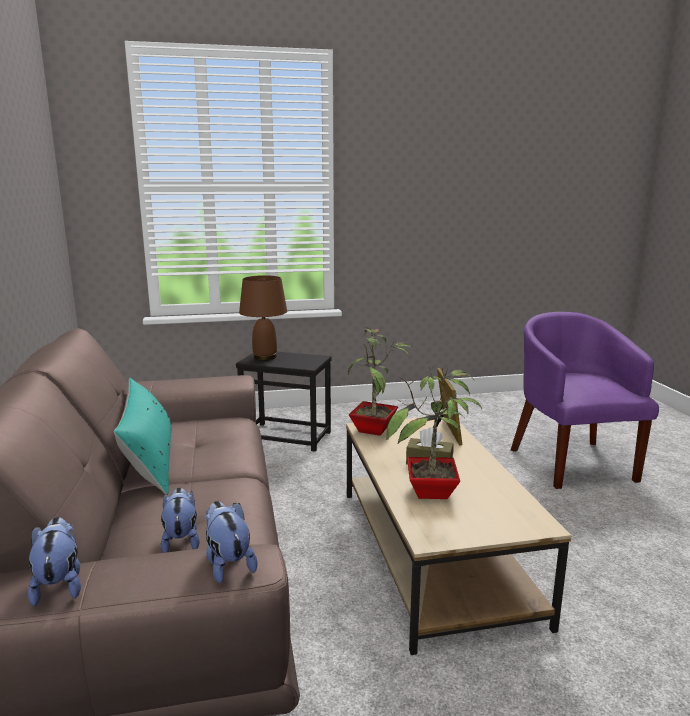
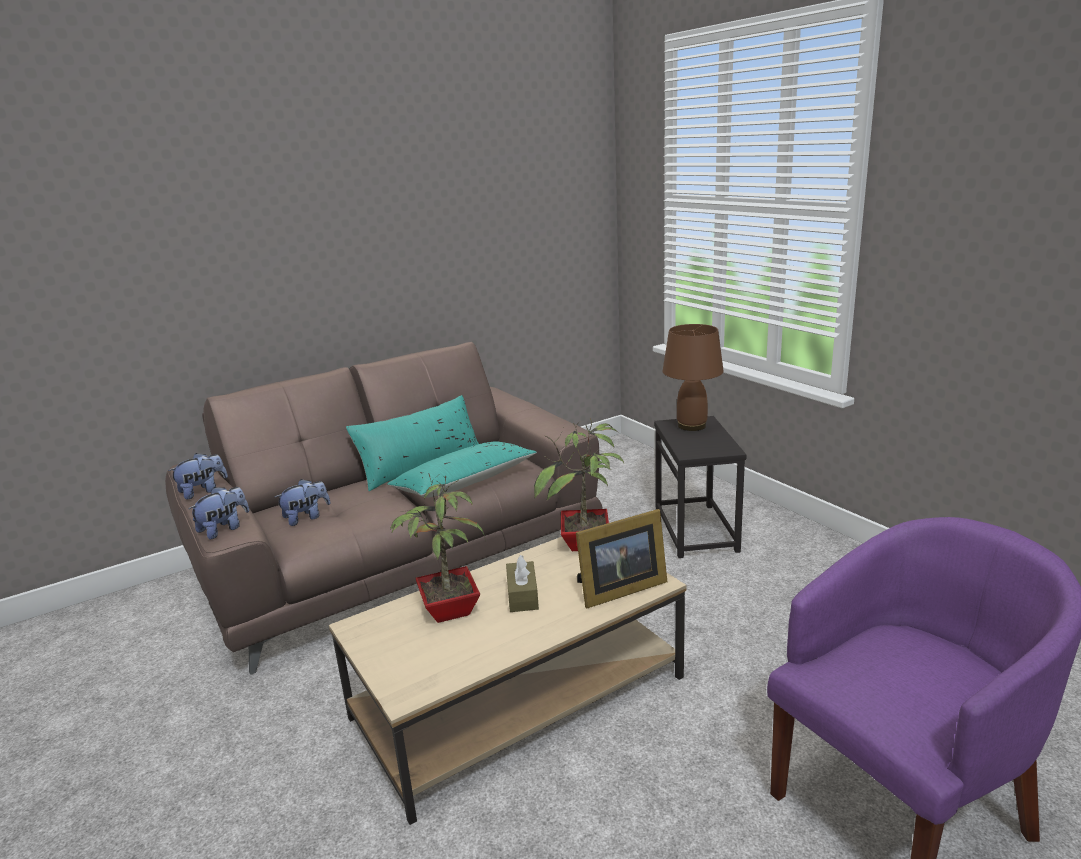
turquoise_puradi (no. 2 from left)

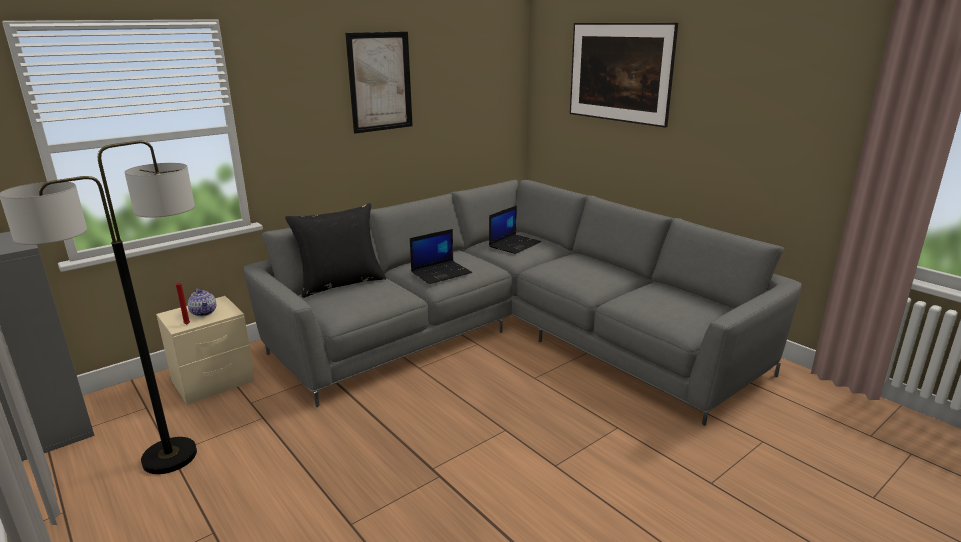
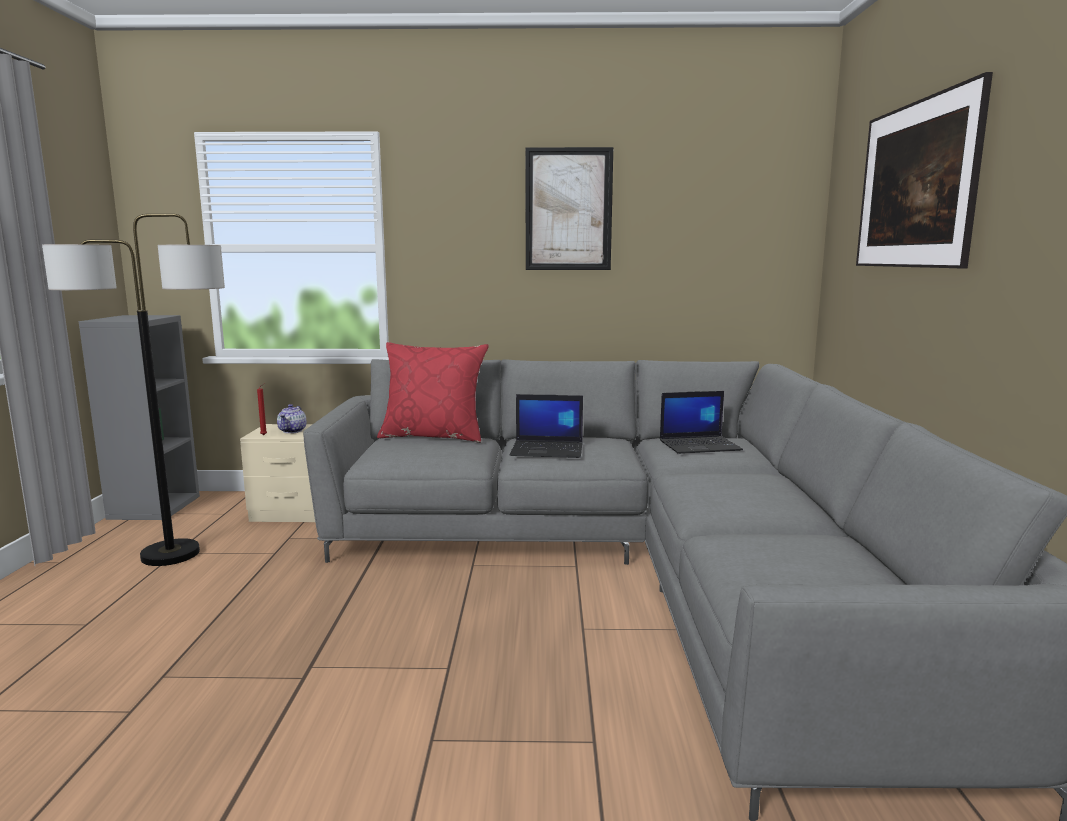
red_puradi

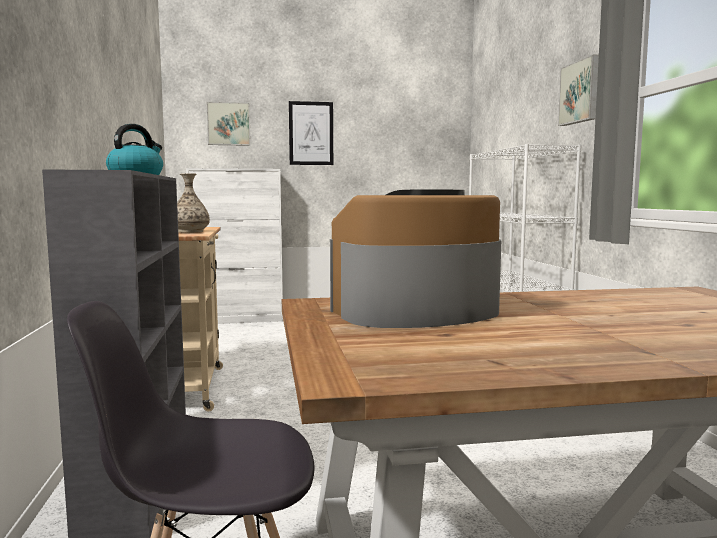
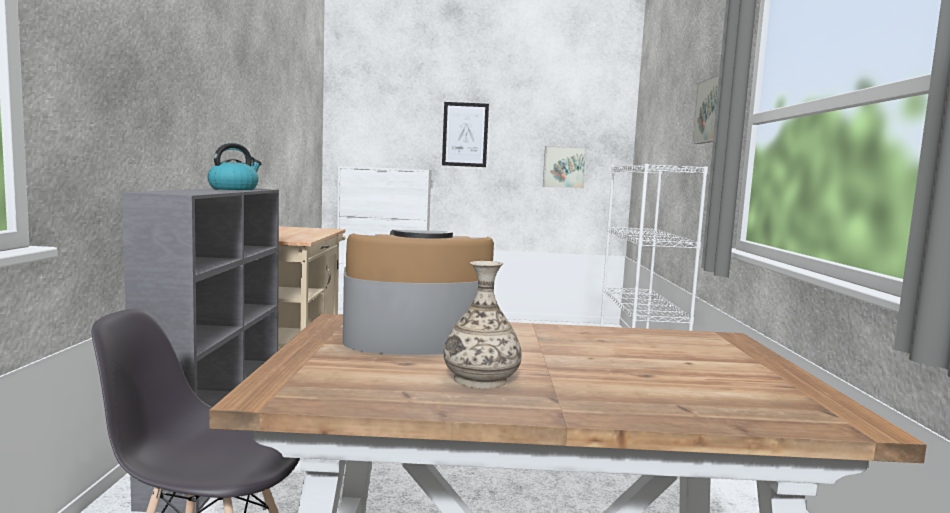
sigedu; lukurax (no. 2 from left)

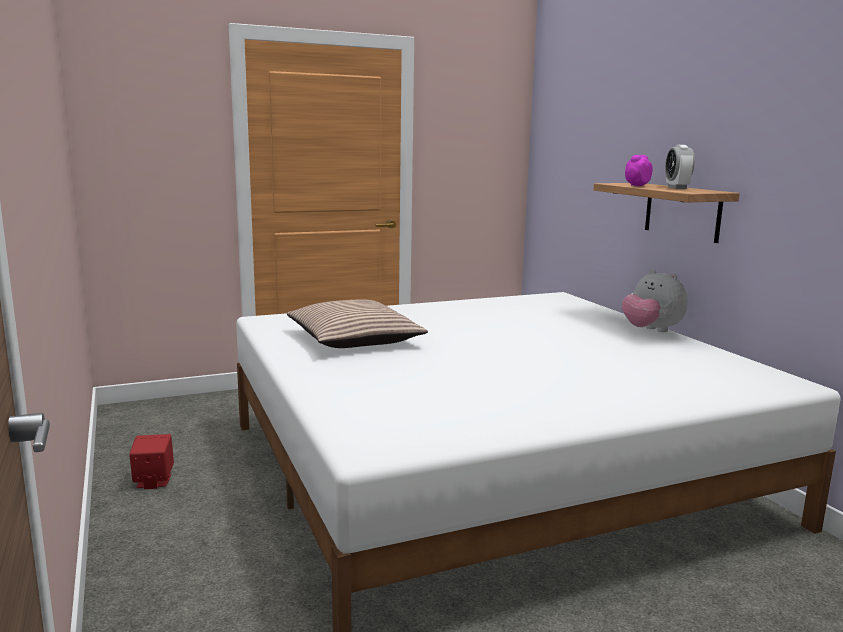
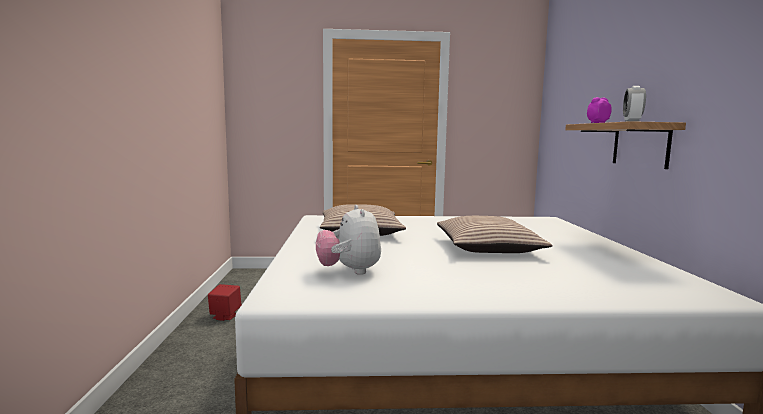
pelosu; puradi (no. 2 from left)

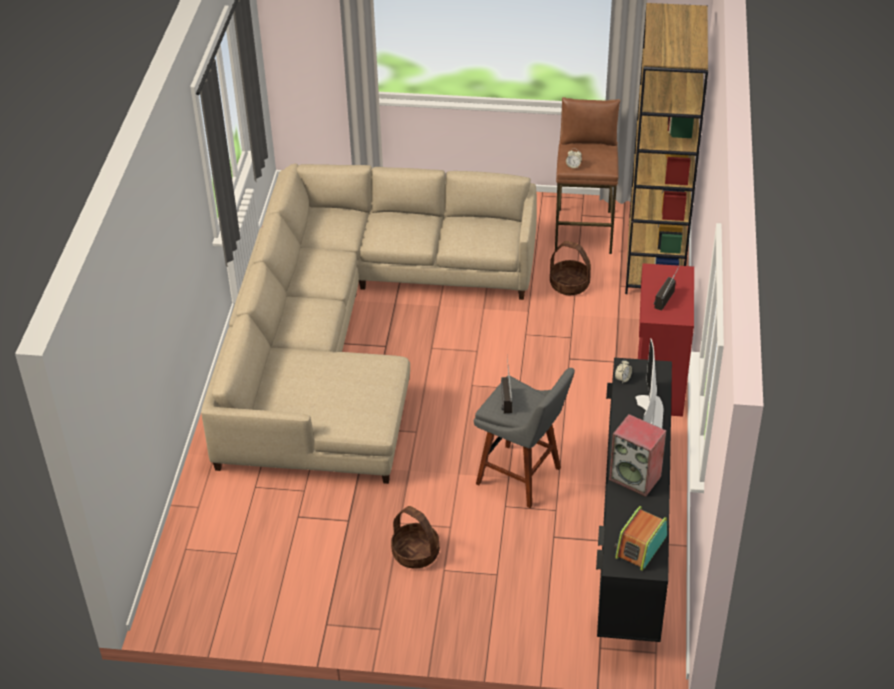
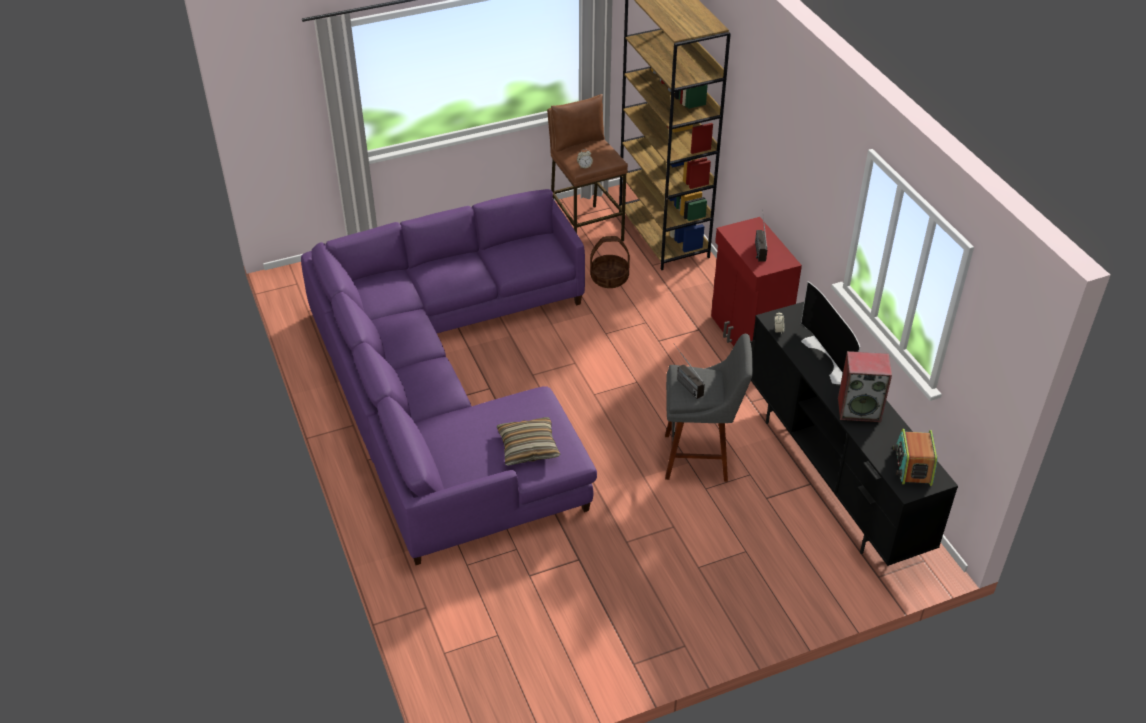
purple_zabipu; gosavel (no. 1 from left in the first image); puradi

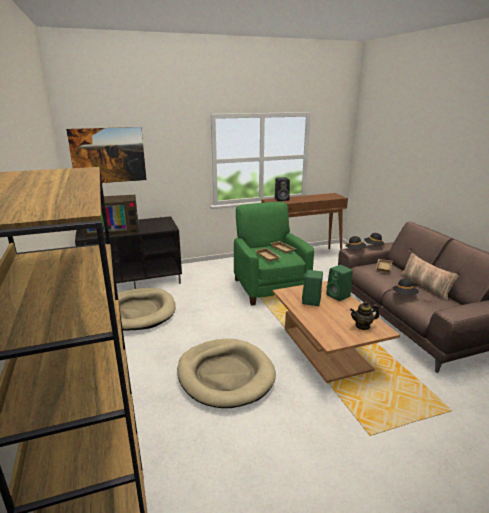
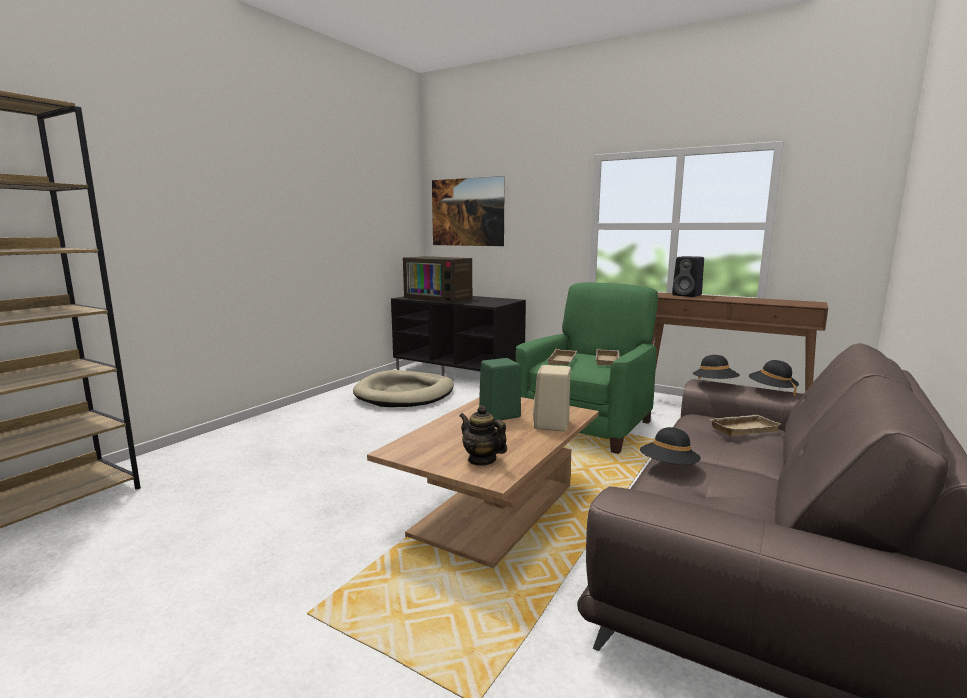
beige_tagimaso (no. 2 from left in the first image); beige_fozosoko; puradi

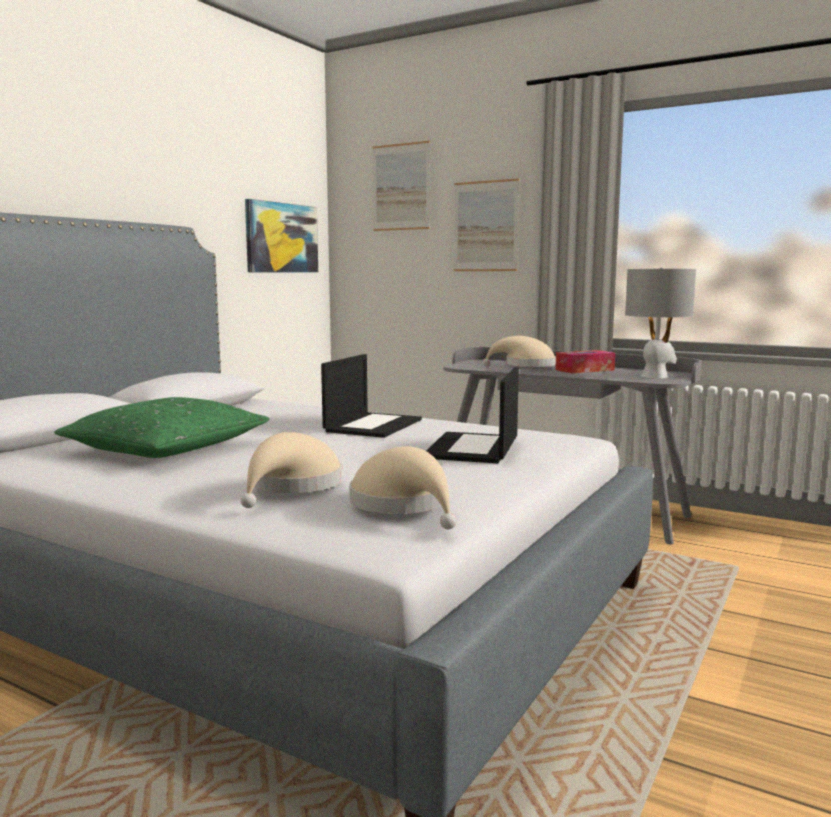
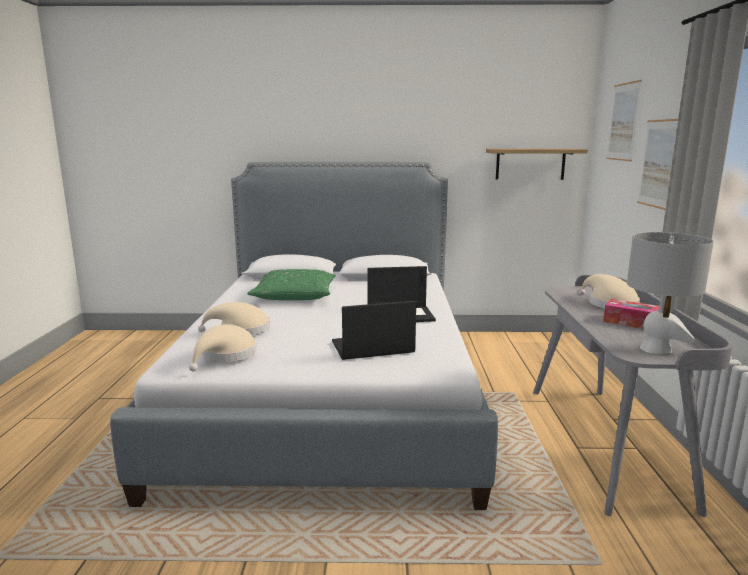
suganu

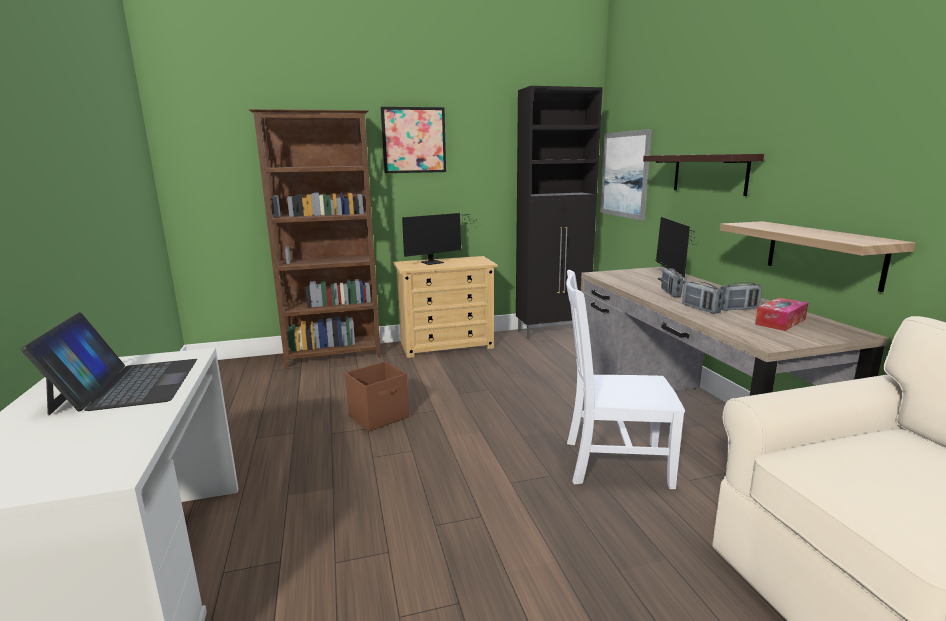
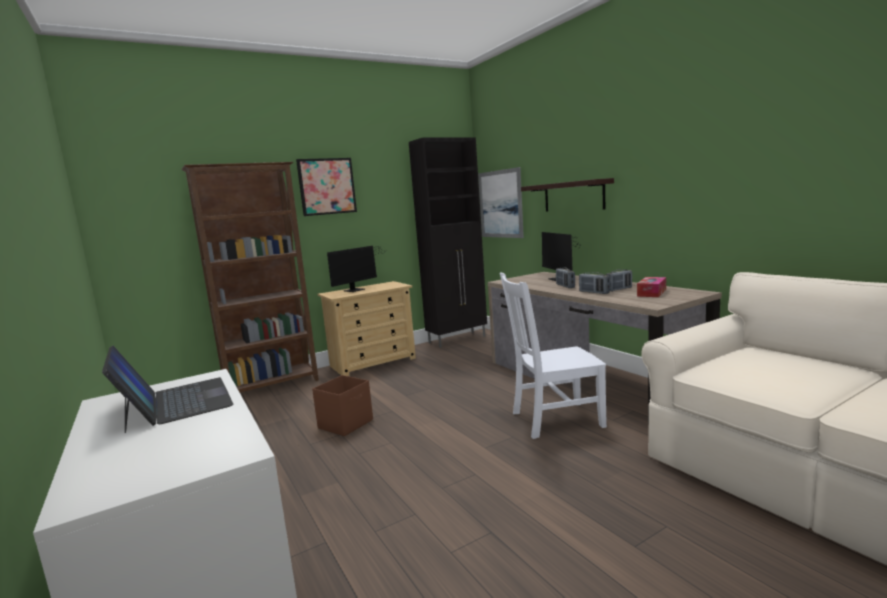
suganu (no. 2 from left in the first image)

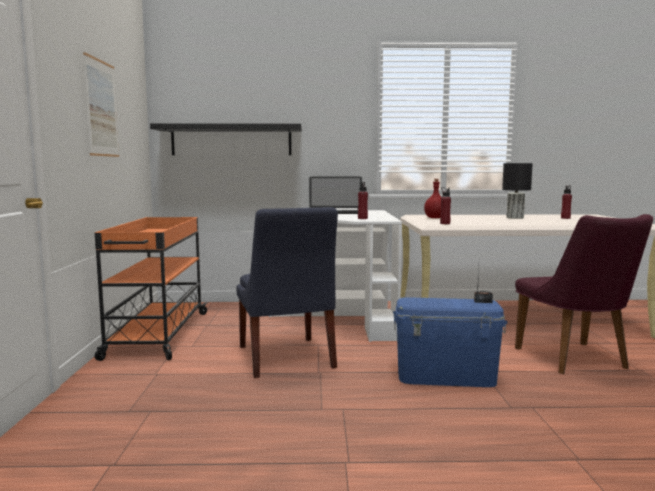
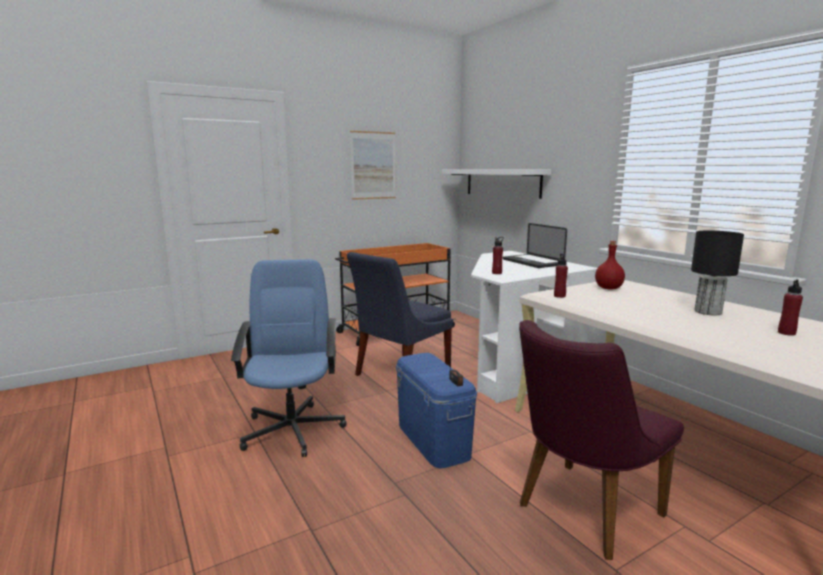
white_suganu; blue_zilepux

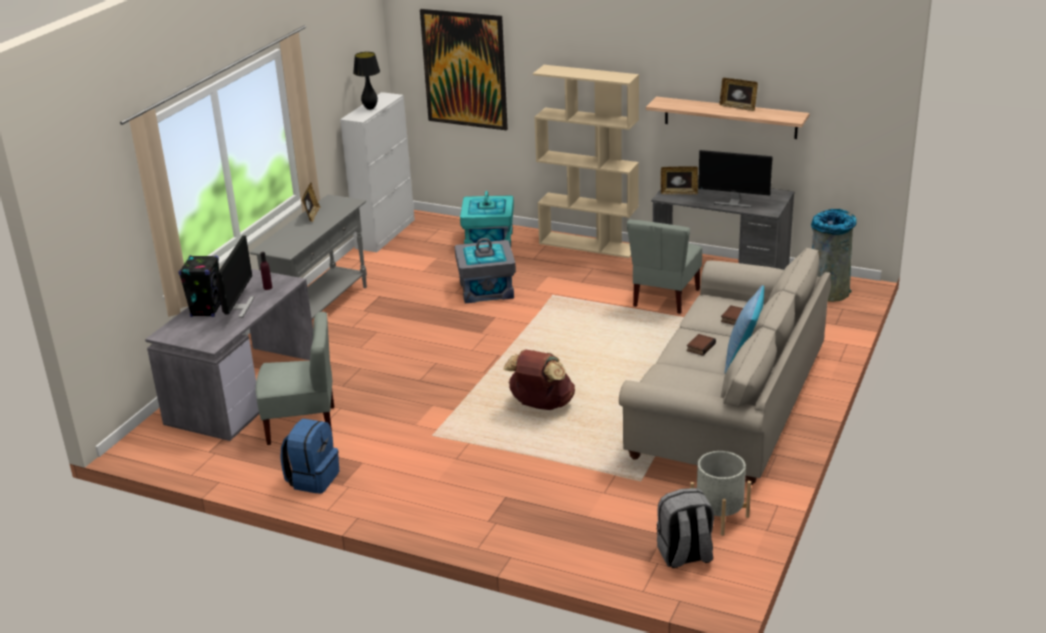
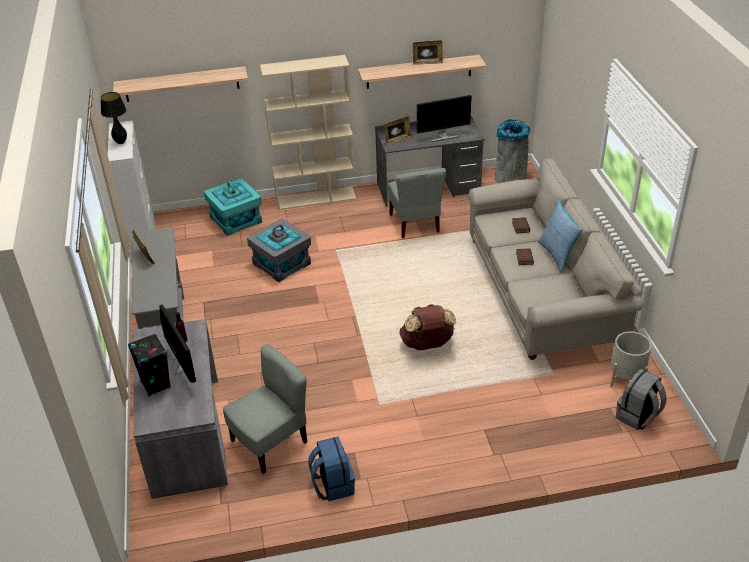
suganu (no. 1 from left)

